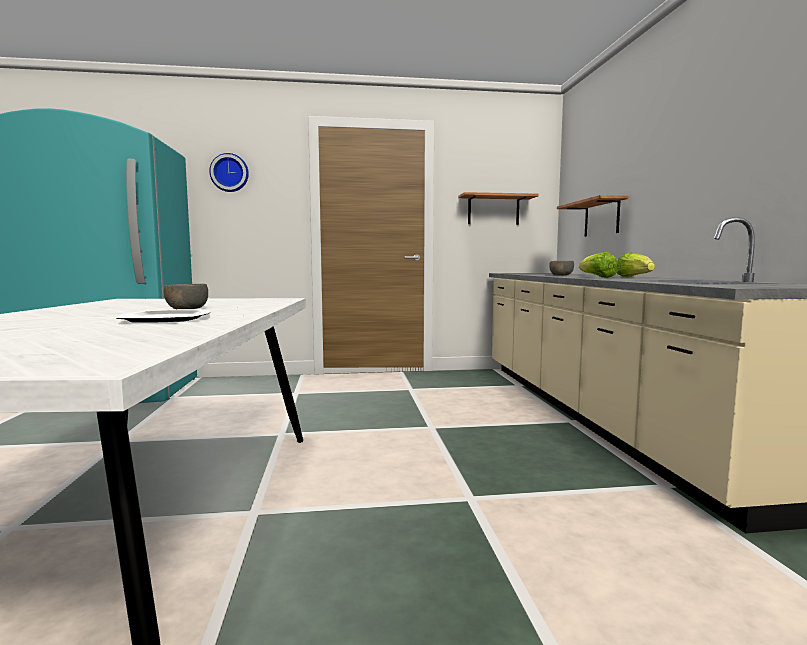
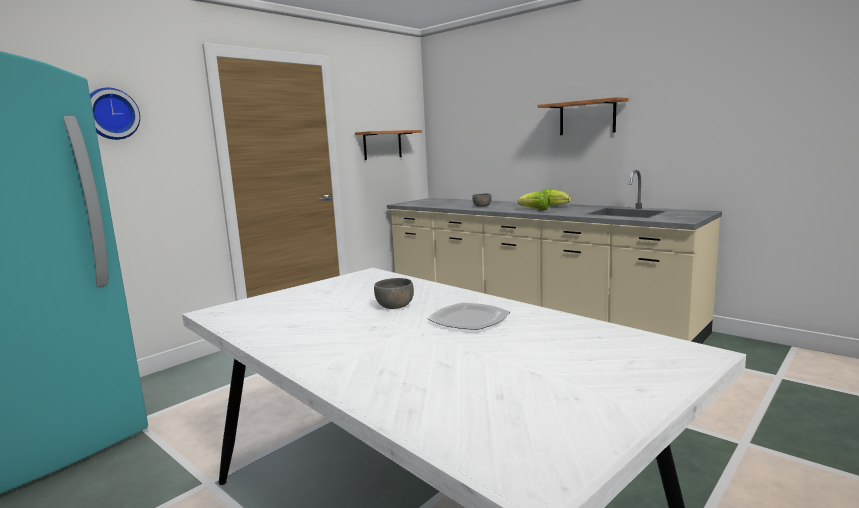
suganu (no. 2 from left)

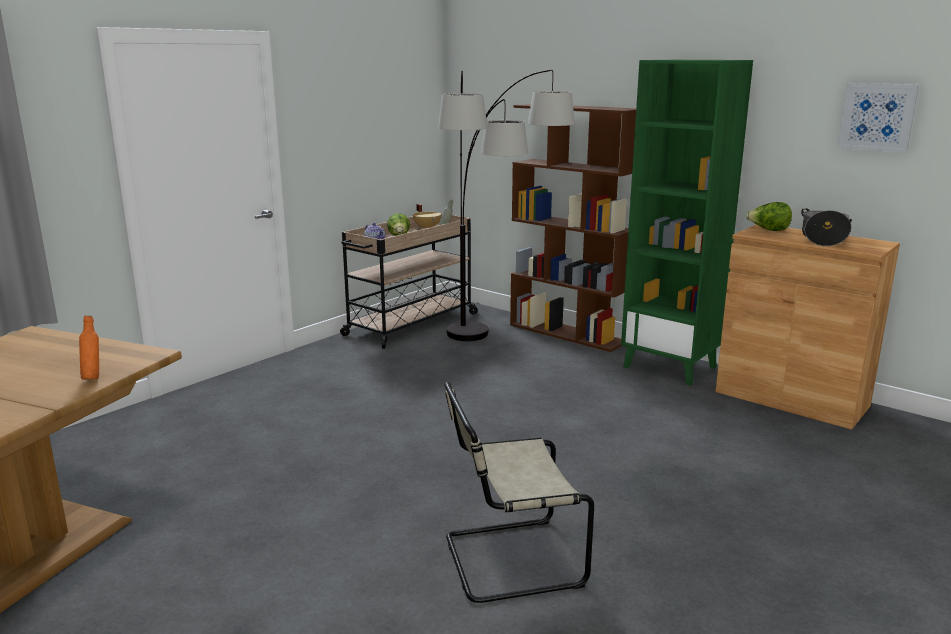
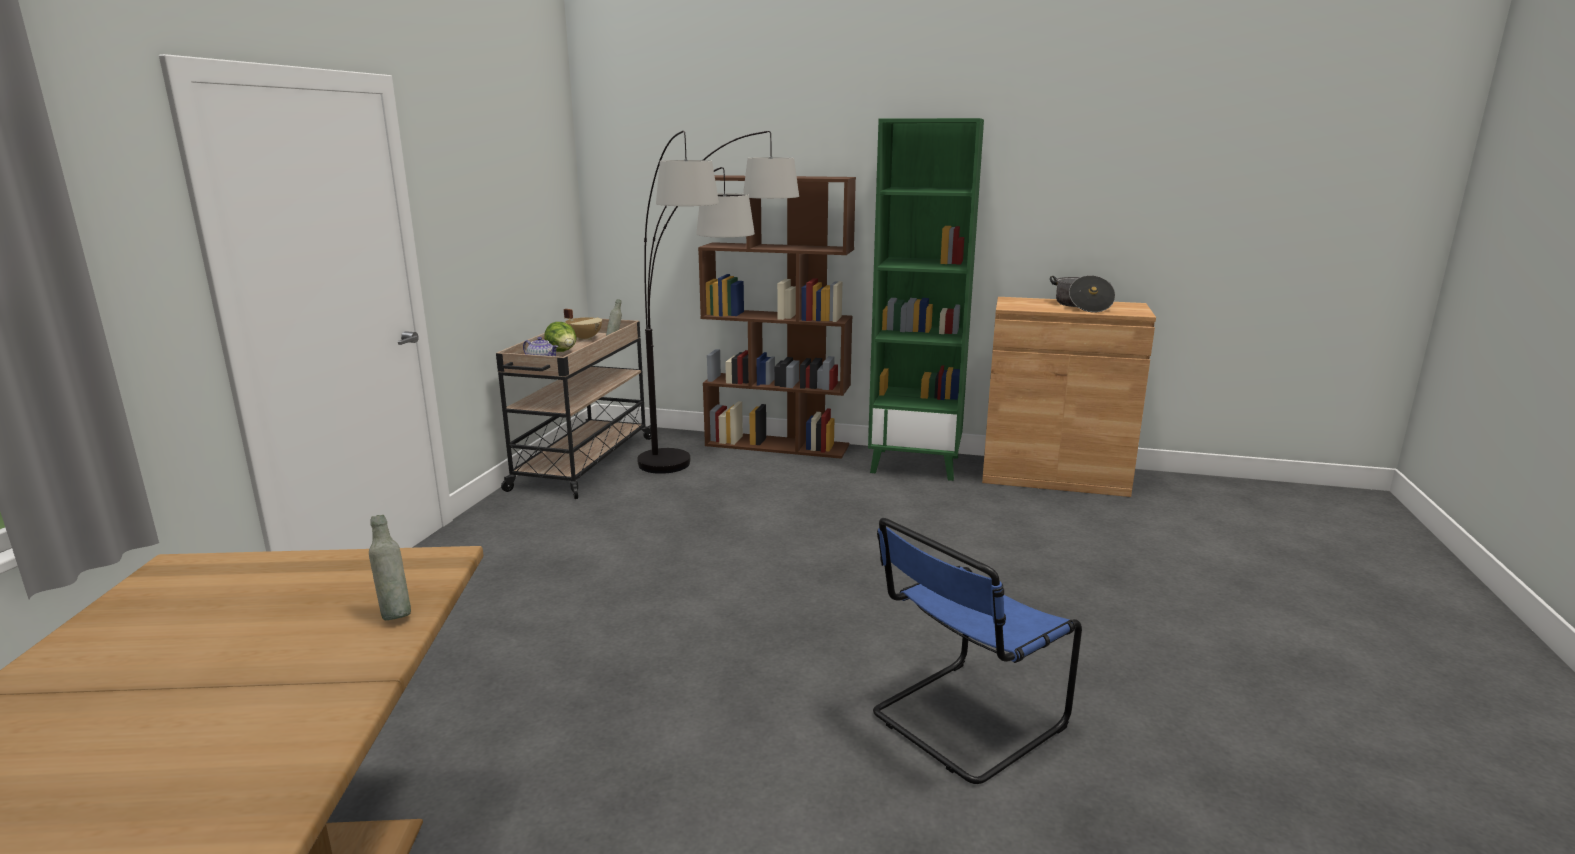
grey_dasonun (no. 1 from left); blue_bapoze; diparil (no. 2 from left in the first image); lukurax

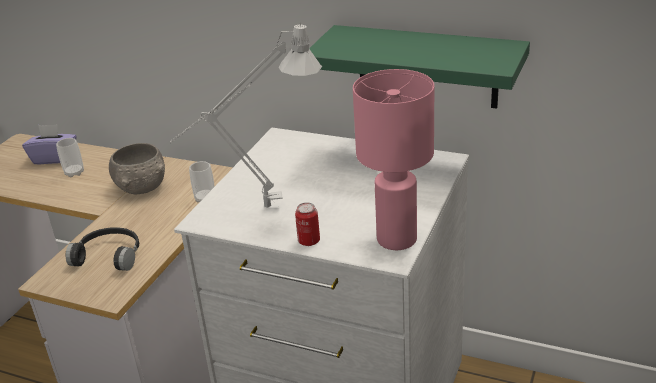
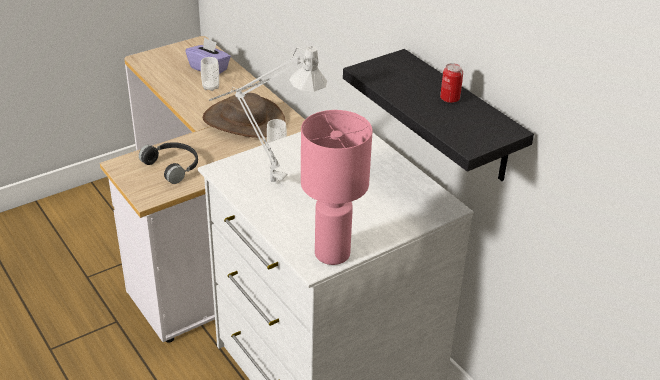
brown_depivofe; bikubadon; black_suganu

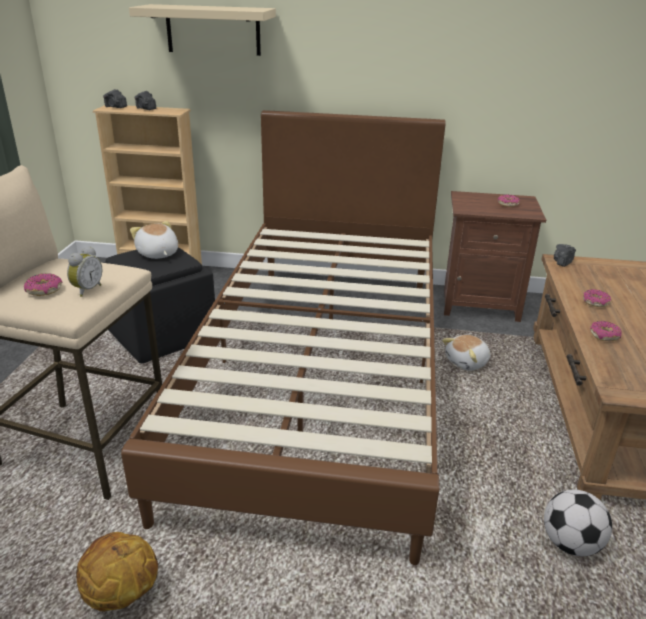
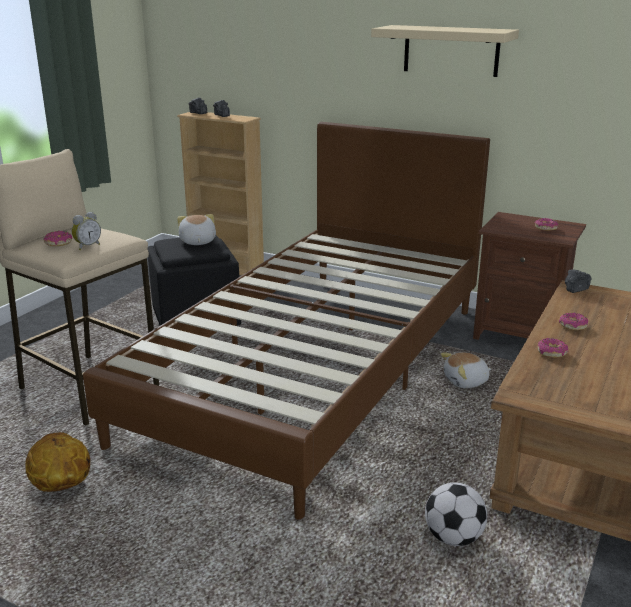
beige_suganu

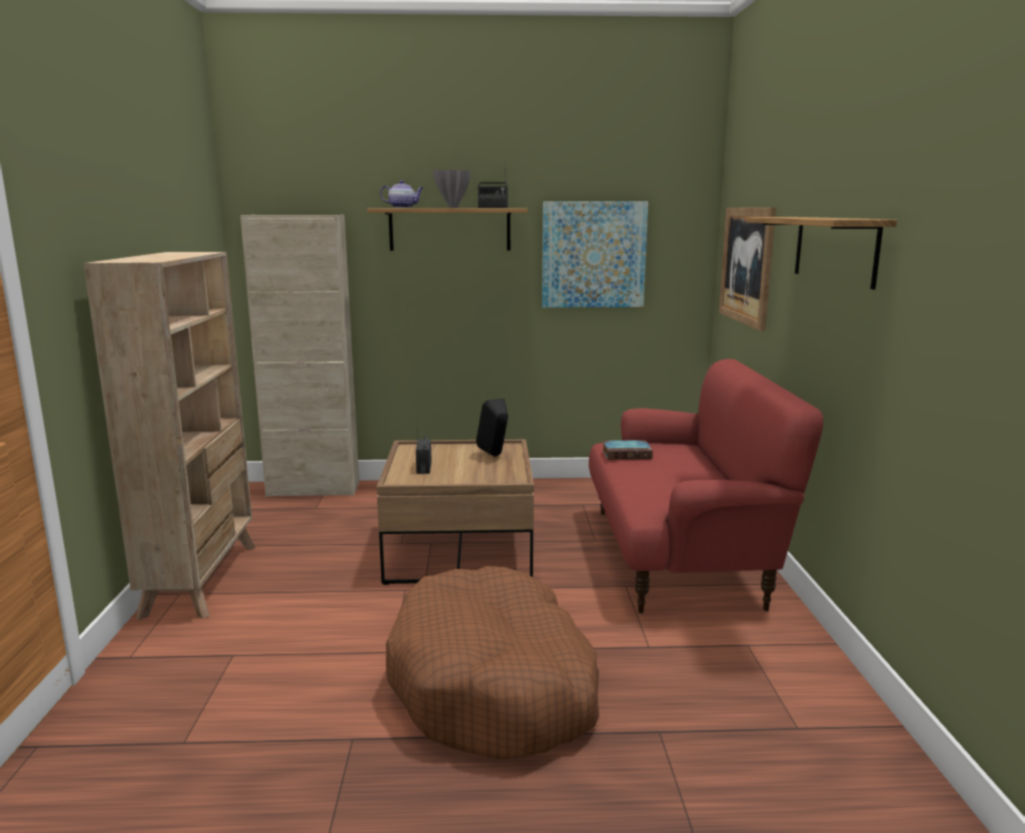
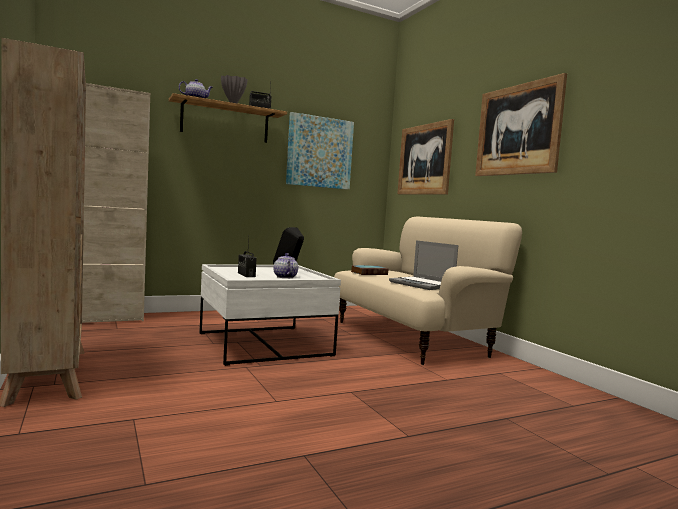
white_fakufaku; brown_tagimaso; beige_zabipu; lukurax (no. 3 from left); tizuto (no. 2 from left); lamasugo

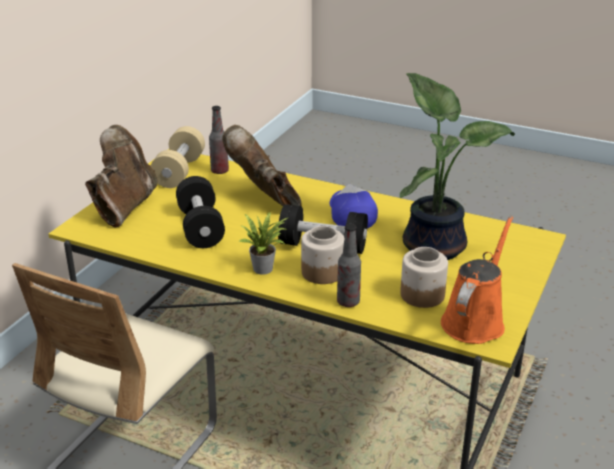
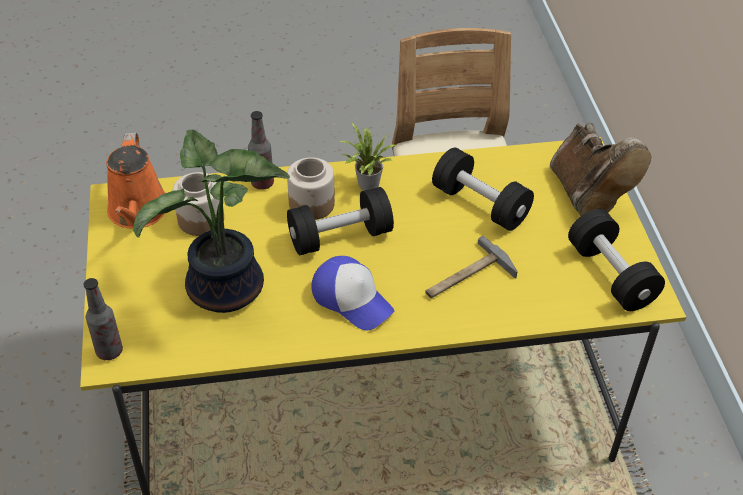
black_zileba (no. 3 from left); dasonun (no. 1 from left); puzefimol

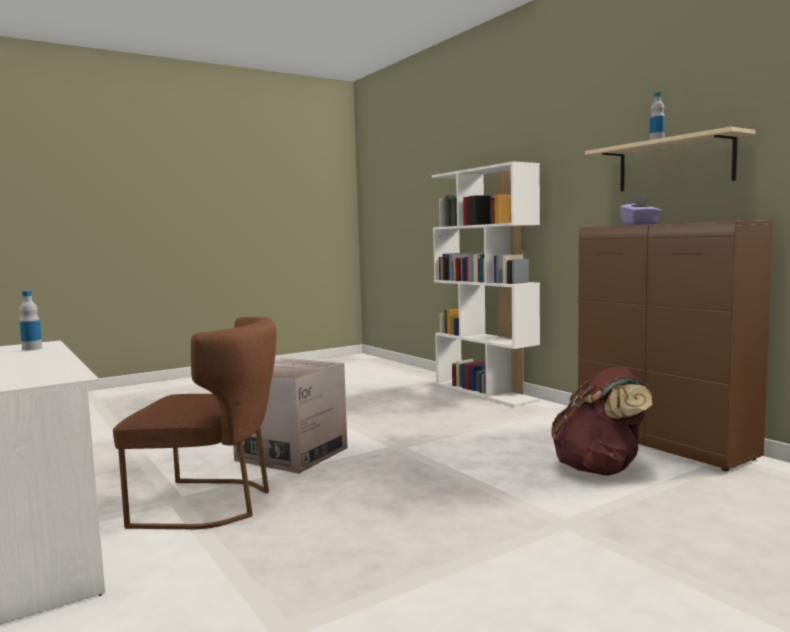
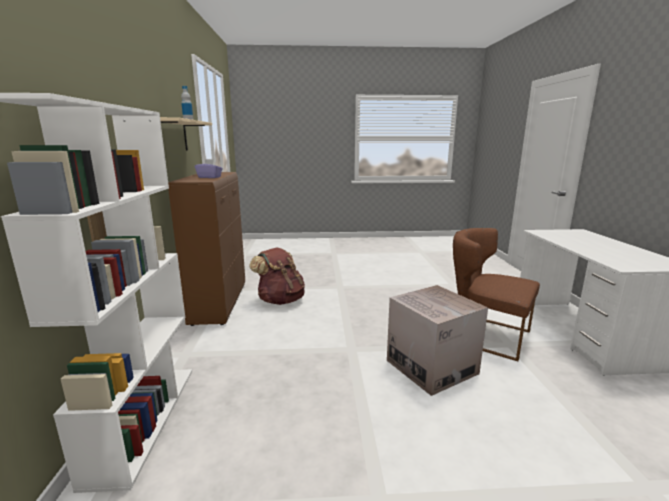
dasonun (no. 1 from left in the first image)

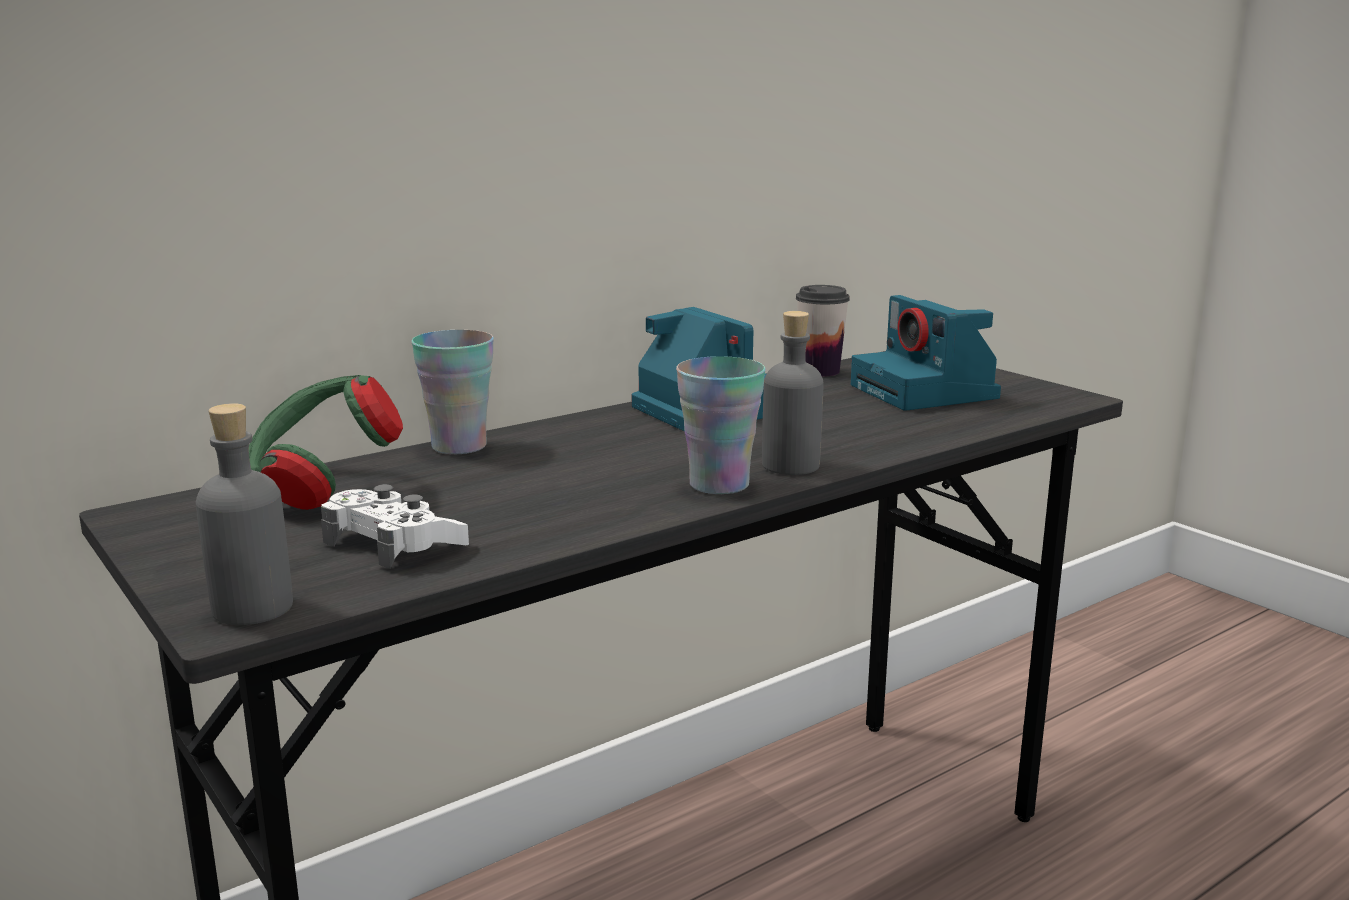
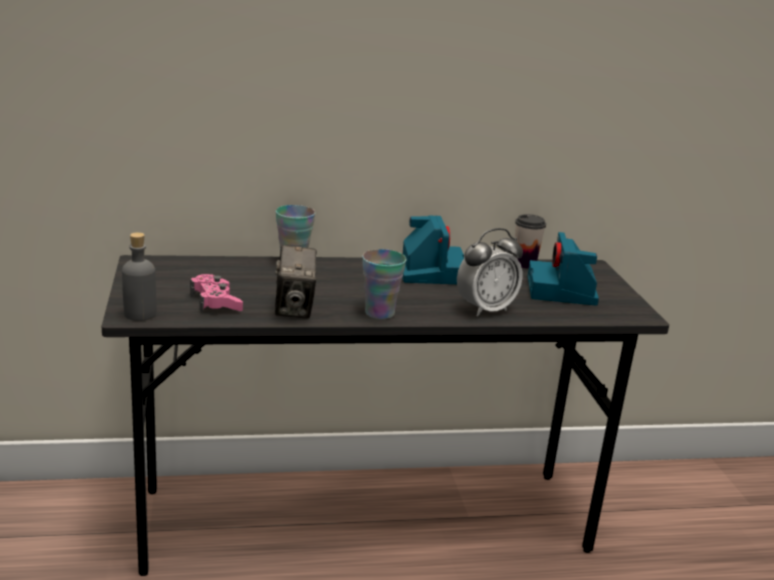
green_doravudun; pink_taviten; grey_dasonun (no. 2 from left in the first image); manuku (no. 1 from left); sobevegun

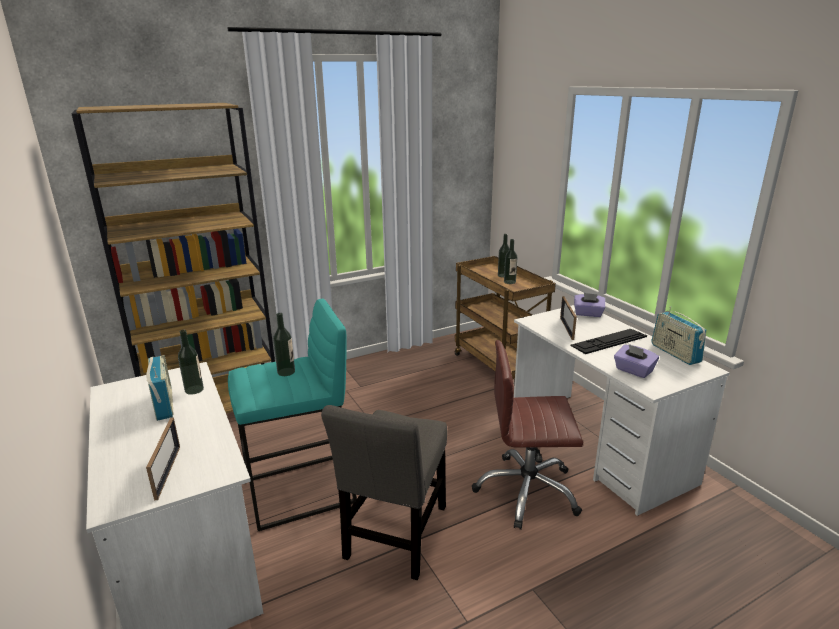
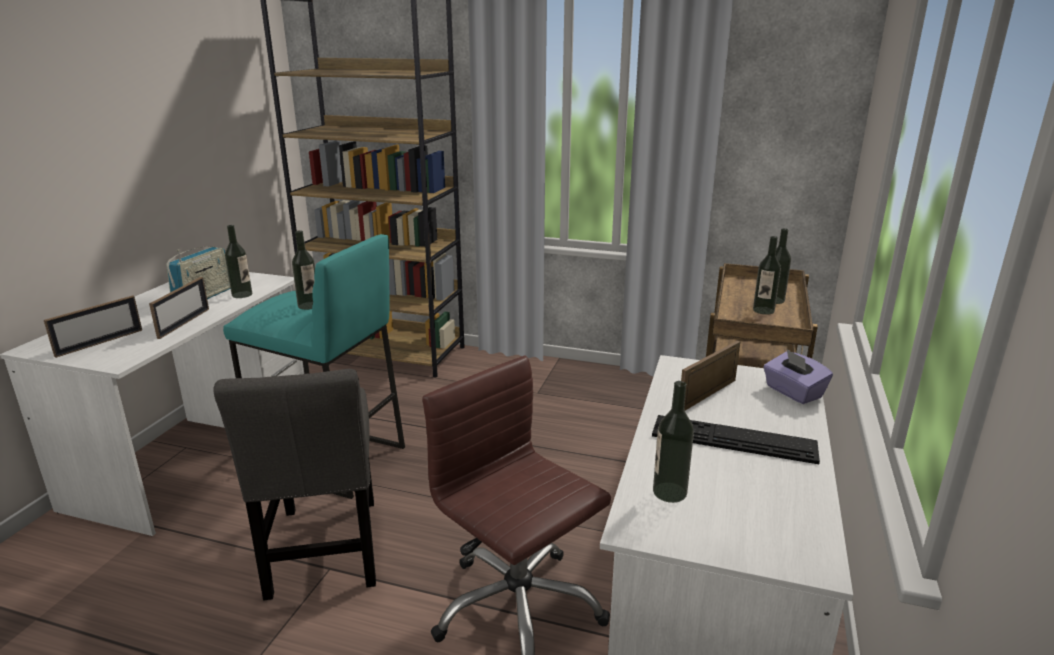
grey_bapoze; dasonun (no. 3 from left); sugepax (no. 2 from left in the first image); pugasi (no. 2 from left)

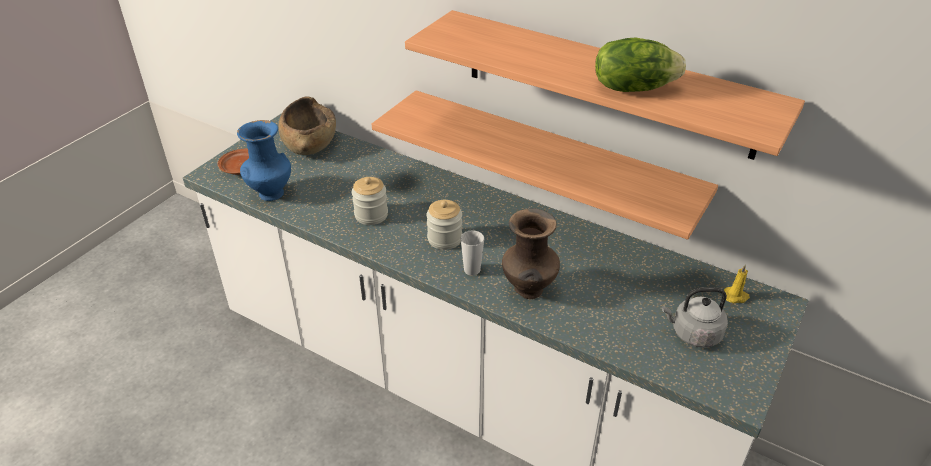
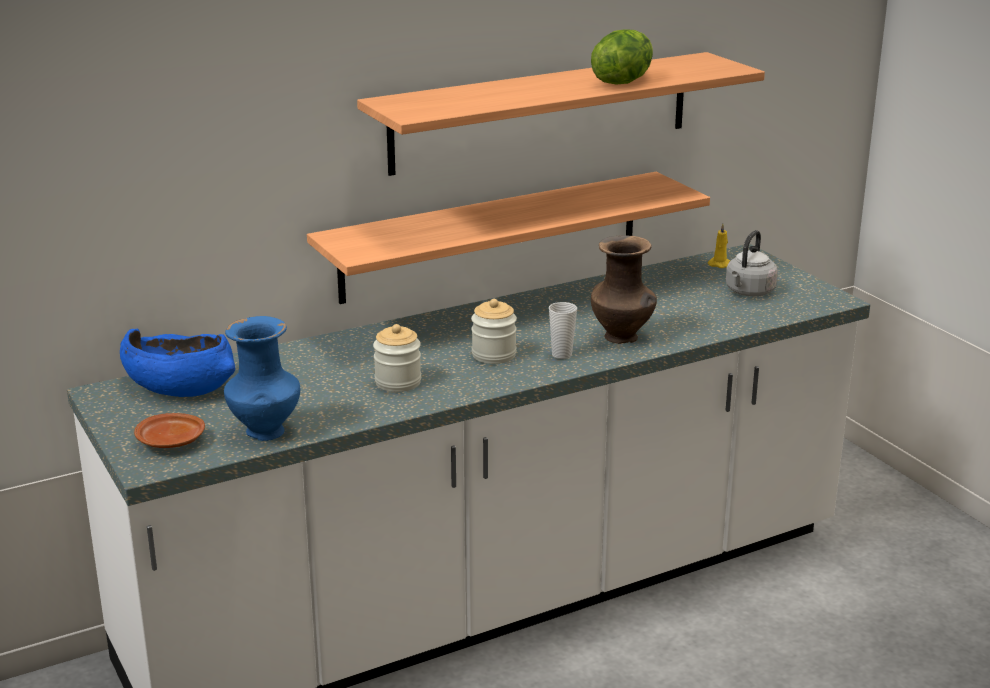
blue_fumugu

